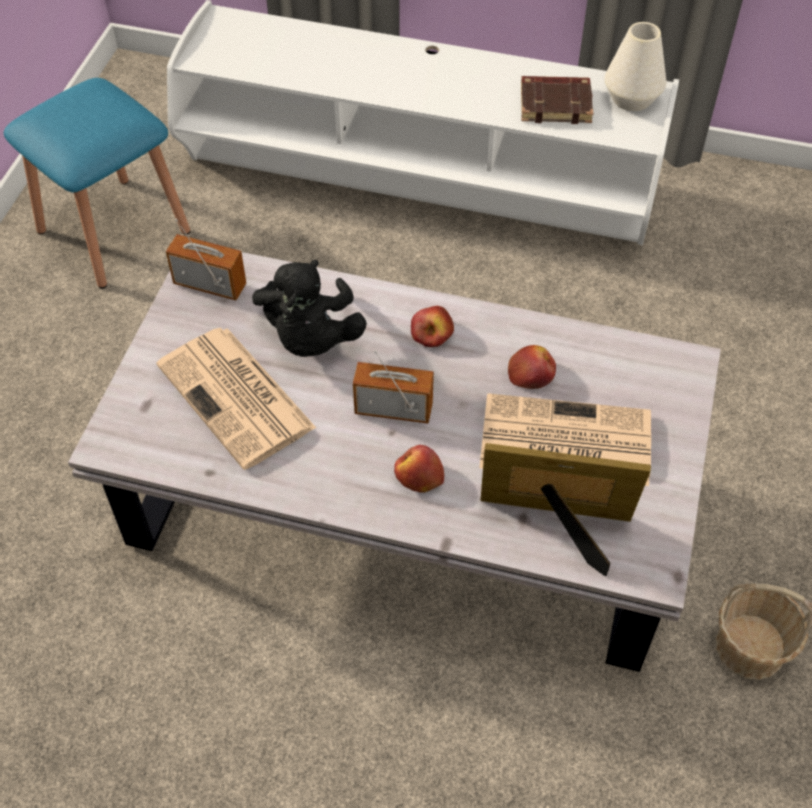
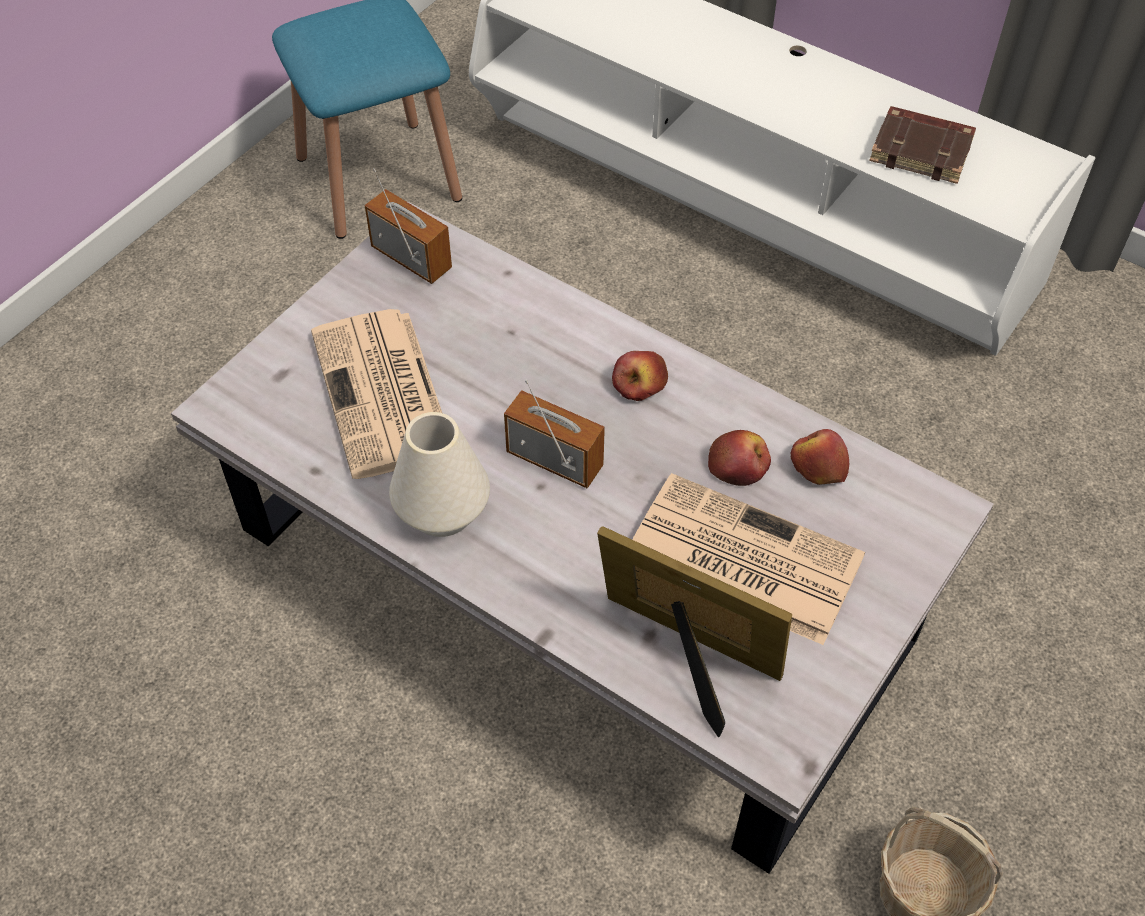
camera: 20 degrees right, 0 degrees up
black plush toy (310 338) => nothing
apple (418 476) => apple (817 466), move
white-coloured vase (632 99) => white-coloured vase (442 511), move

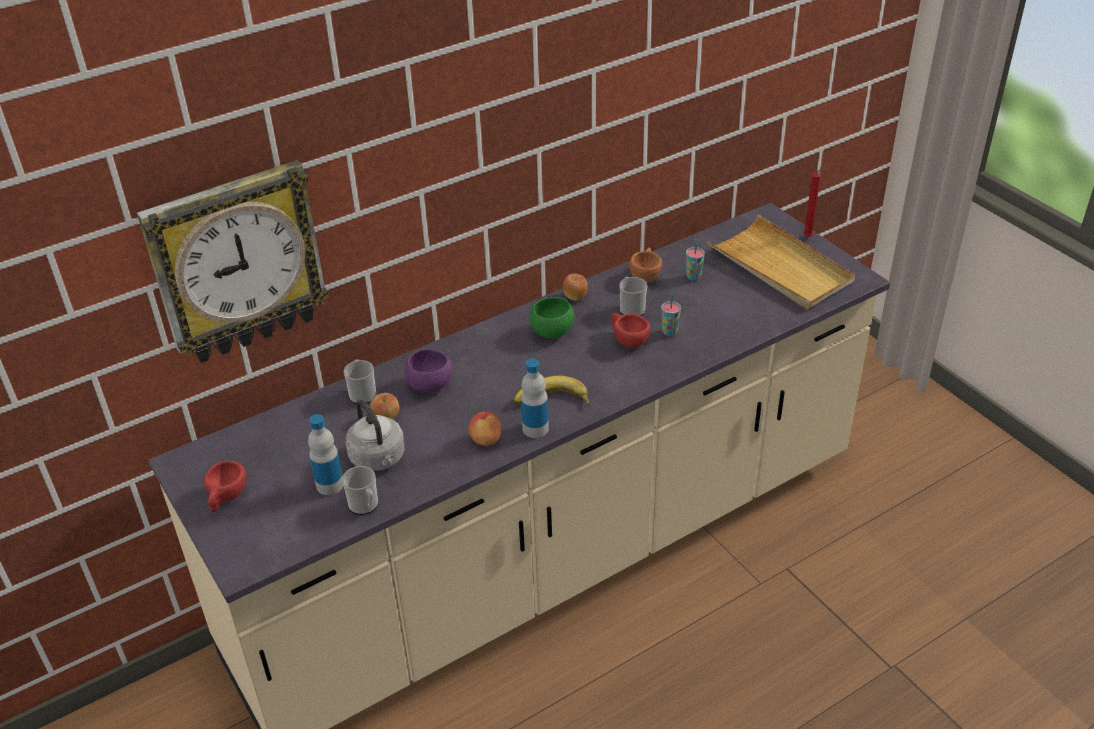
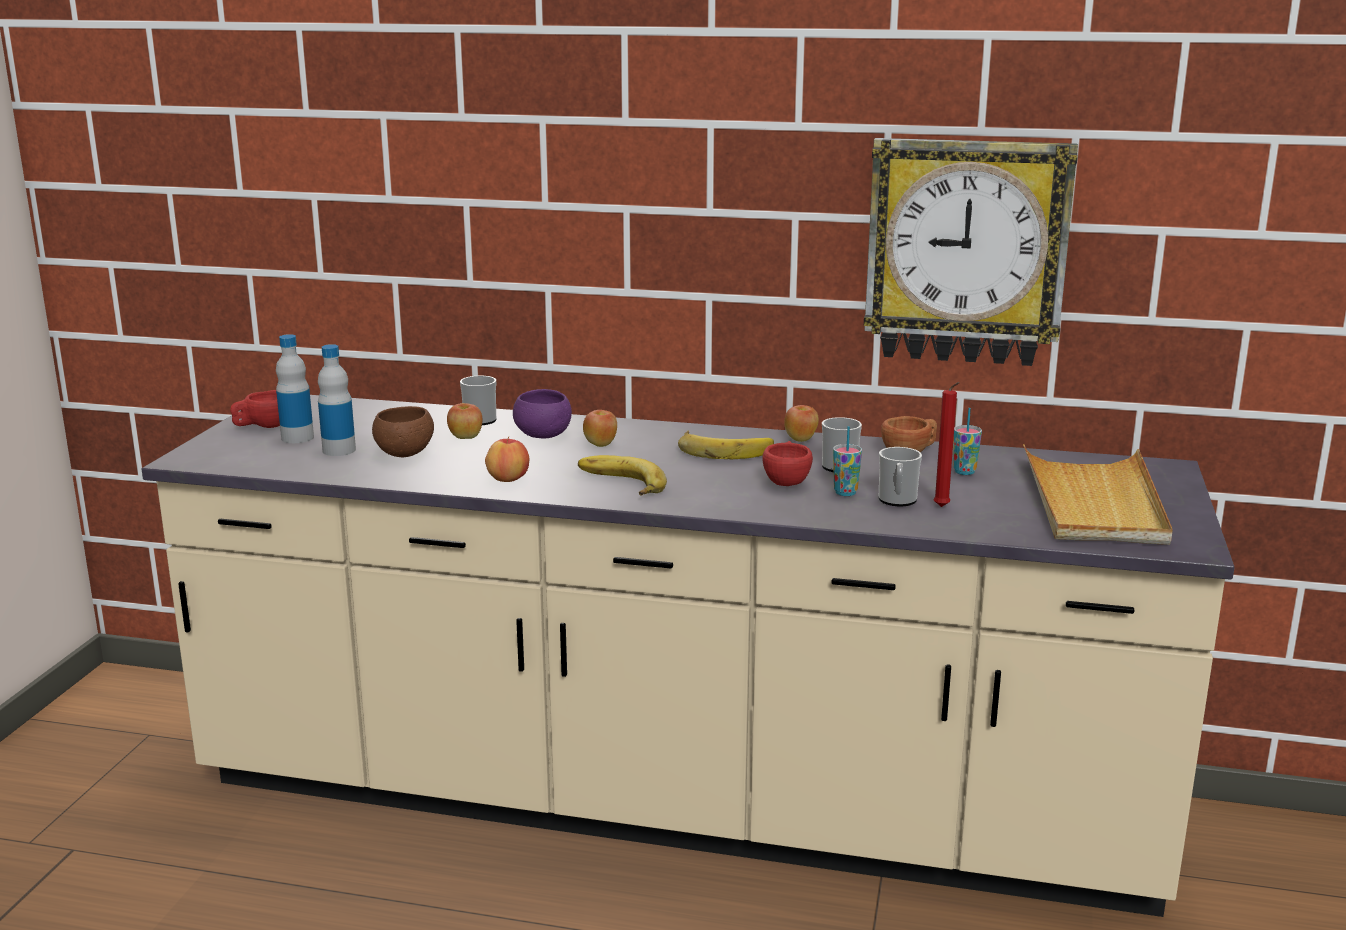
camera: 45 degrees right, 20 degrees down
nothing => apple (601 444)
wall clock (237 263) => wall clock (966 251), move
mug (365 506) => mug (897 501), move
beverage bottle (535 428) => beverage bottle (297 438), move
red wax light (809 237) => red wax light (942 508), move
grey water kettle (379 459) => brown deep dish (404 454)
greenish deep dish (552 332) => banana fruit (725 449)

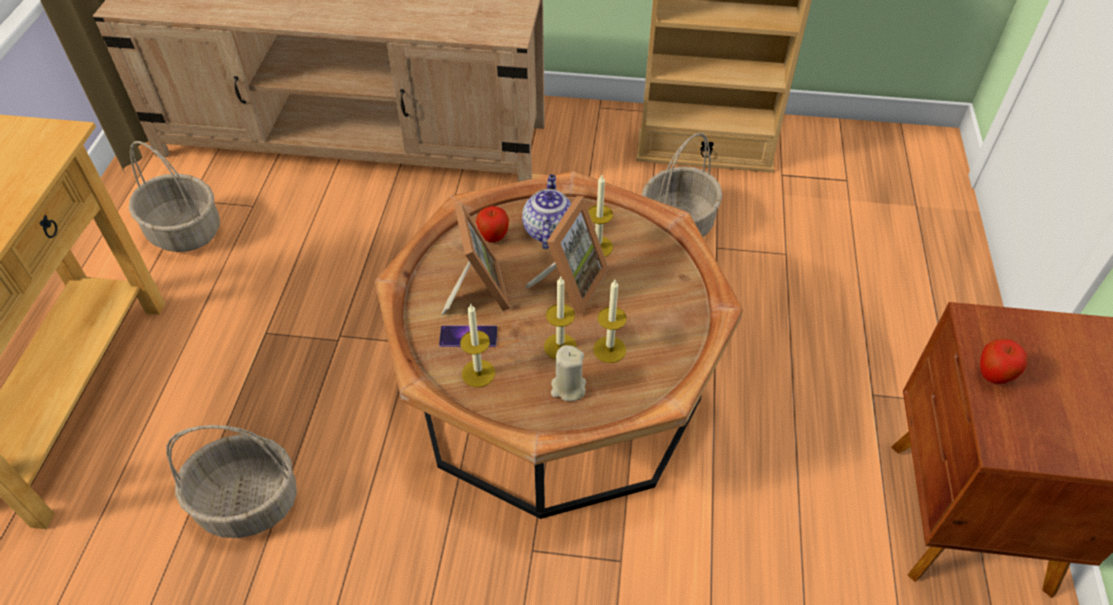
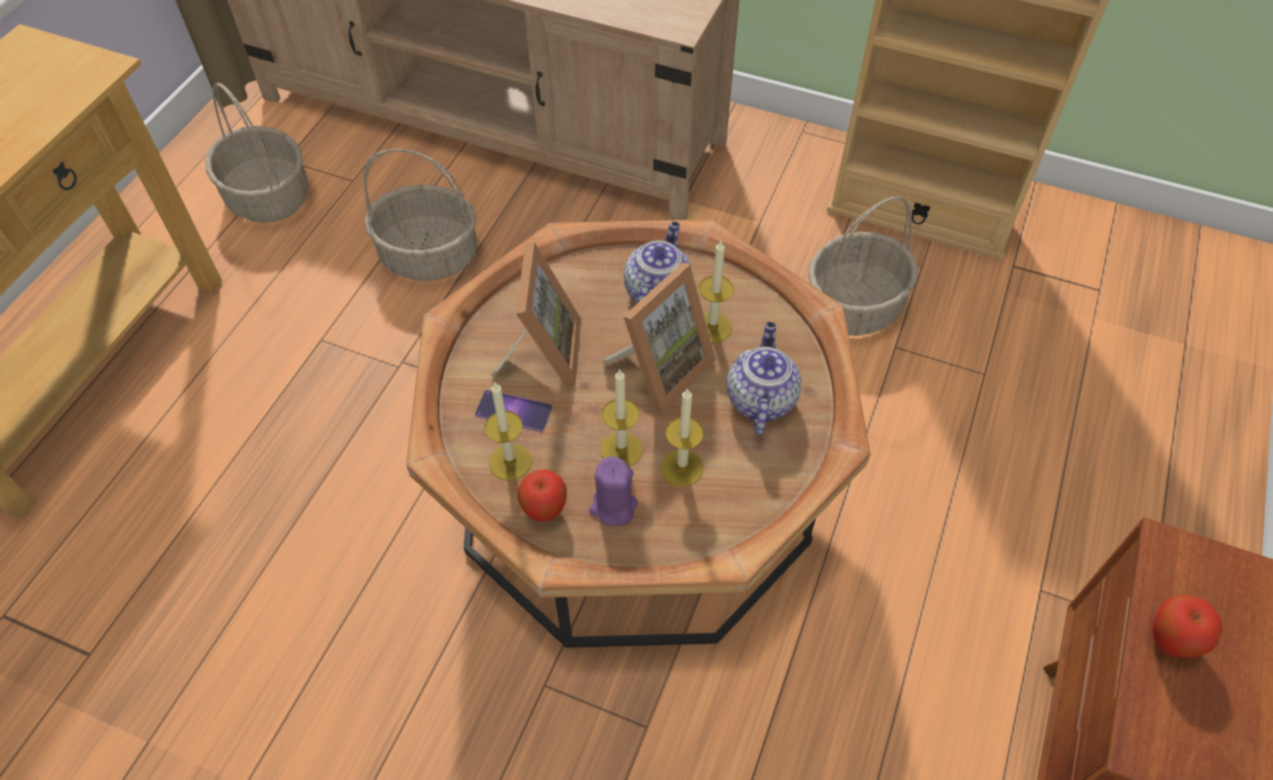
camera: 15 degrees right, 5 degrees up
nothing => tea pot (760 398)
basket (247 504) => basket (427 256), move
apple (493 238) => apple (544 510), move
sand-coloured wax light (568 388) => purplish wax light (613 507)

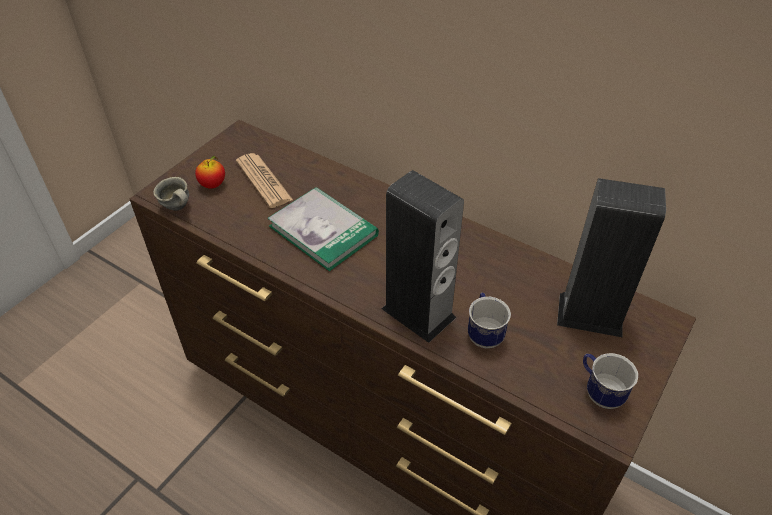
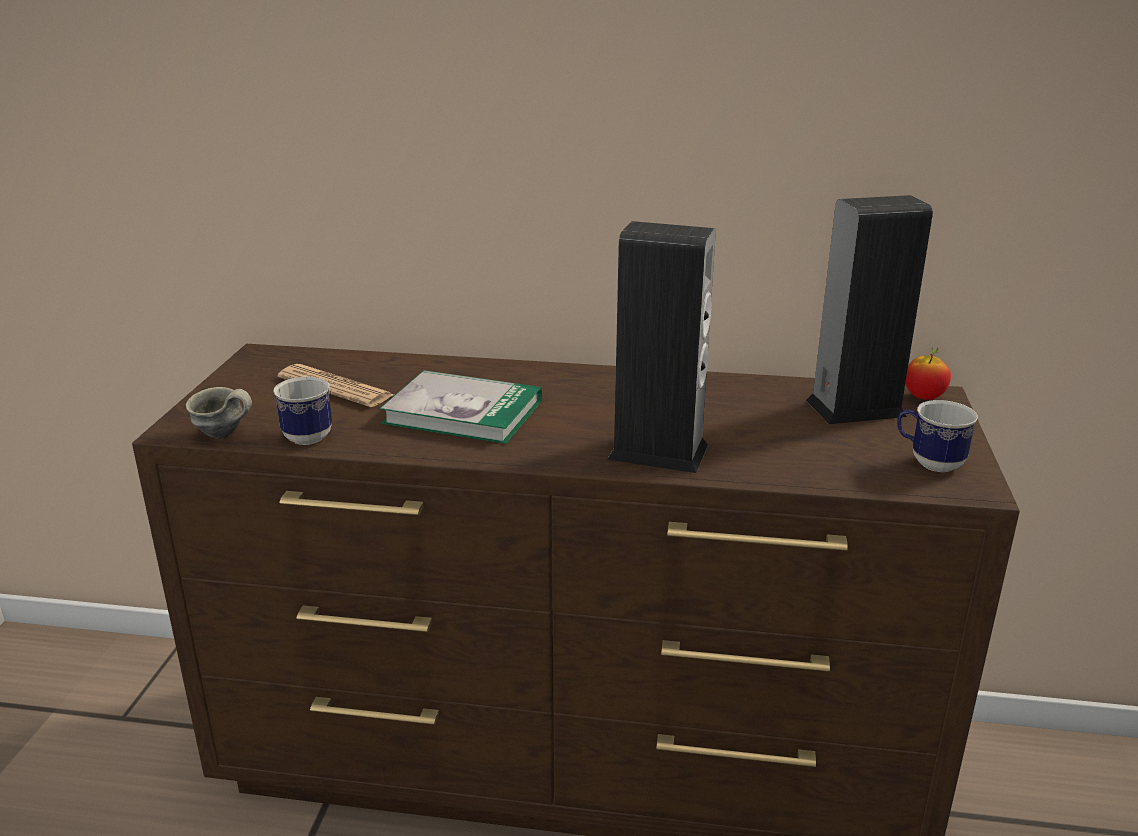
camera: 25 degrees left, 20 degrees down
apple (213 185) => apple (924 397), move
mug (484 333) => mug (305 434), move

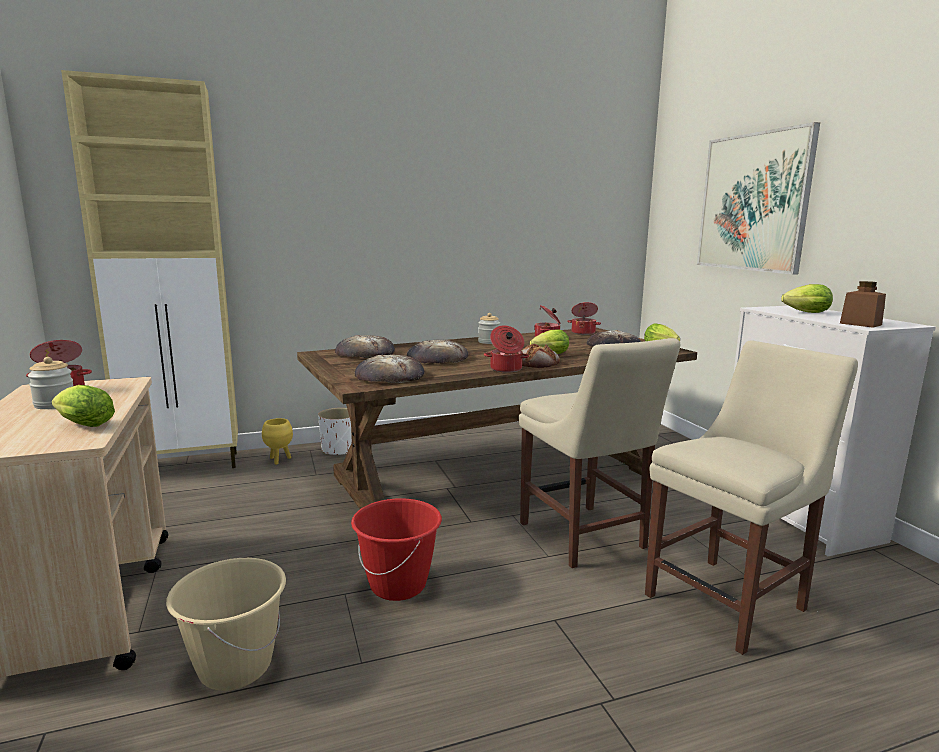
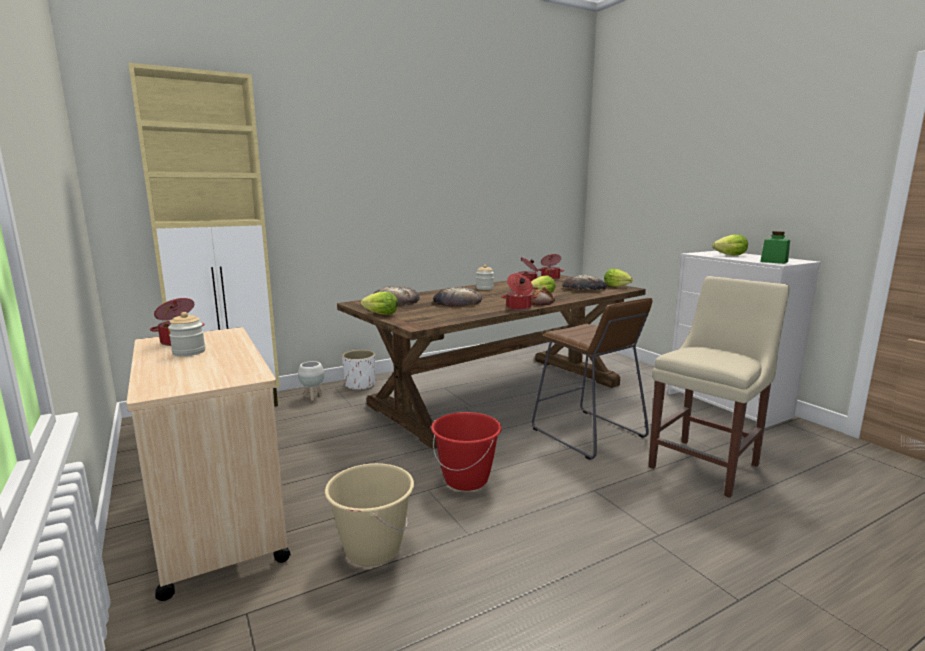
camera: 10 degrees left, 0 degrees up
bread (389 375) => nothing
wall picture (753 202) => nothing
head of lettuce (82 425) => head of lettuce (379 314), move
sand-coloured chair (584 538) => brown sitting stool (588 433)
yellow plant pot (279 460) => white-coloured plant pot (312 397)
brown jar (860 324) => greenish jar (774 262)

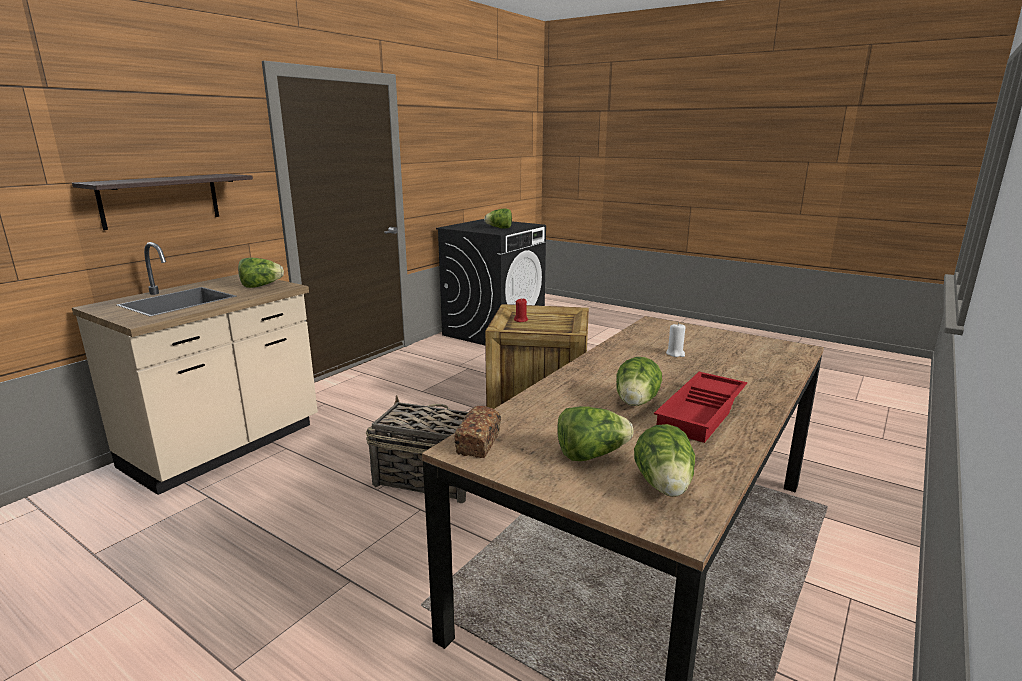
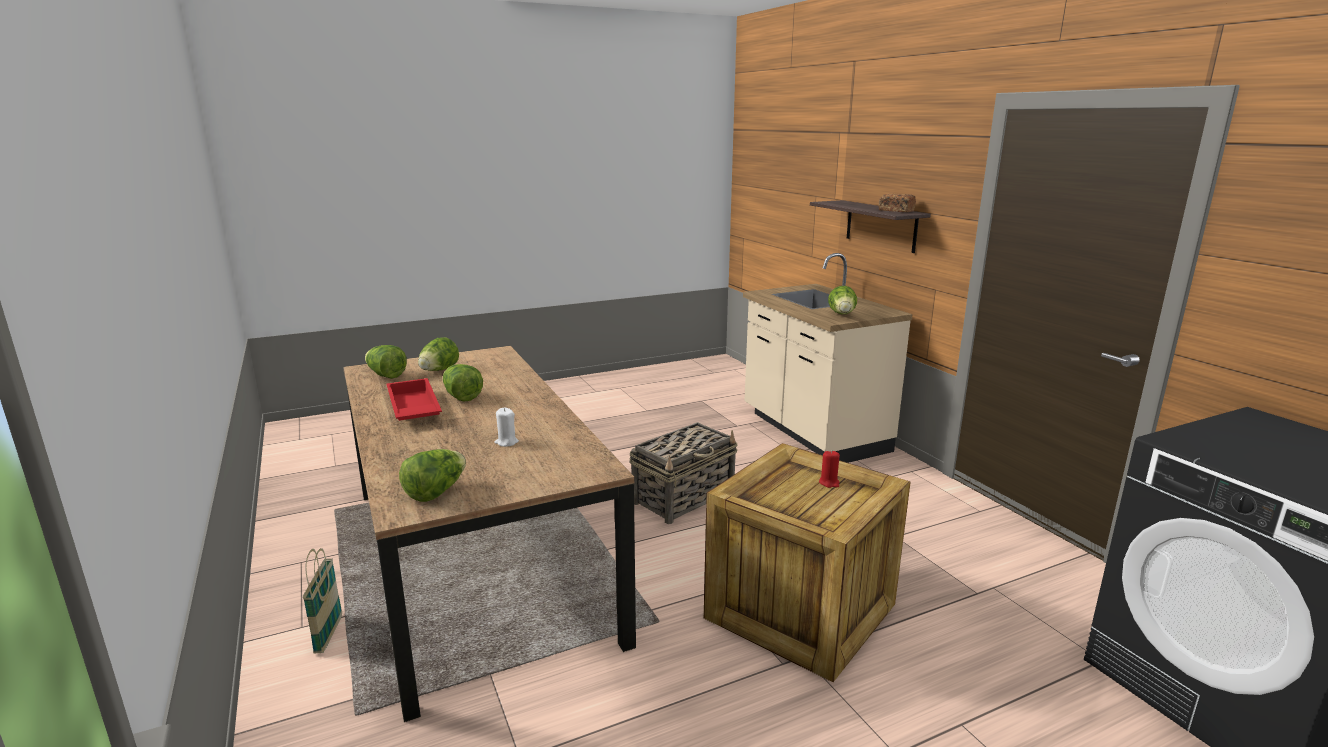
camera: 120 degrees right, 0 degrees up
nothing => basket (329 635)
bread (479 443) => bread (896 211), move
head of lettuce (499 228) => head of lettuce (436 492), move

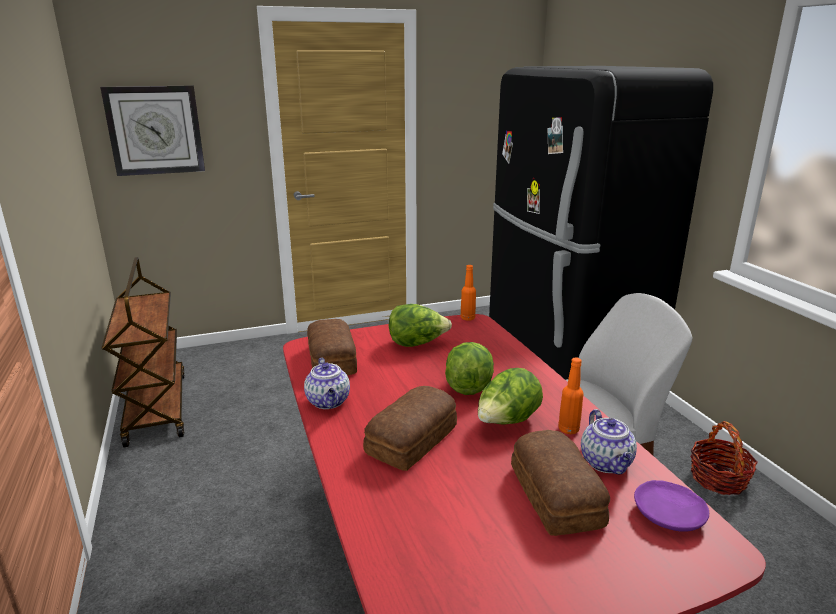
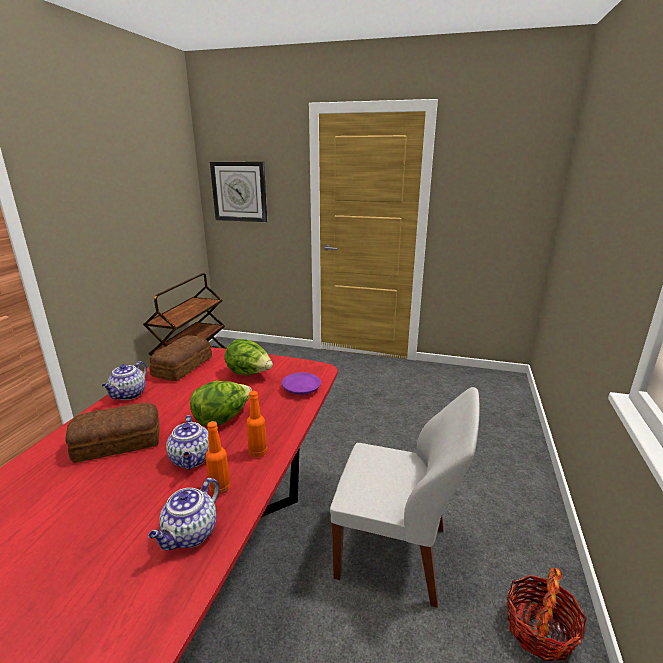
camera: 35 degrees right, 0 degrees up
black fridge (561 374) => nothing
bread (557 494) => nothing
orange-coloured beverage bottle (467 318) => orange-coloured beverage bottle (258 452), move
purplish dinner plate (669 515) => purplish dinner plate (302 389), move
head of lettuce (507 422) => tea pot (192 459)

